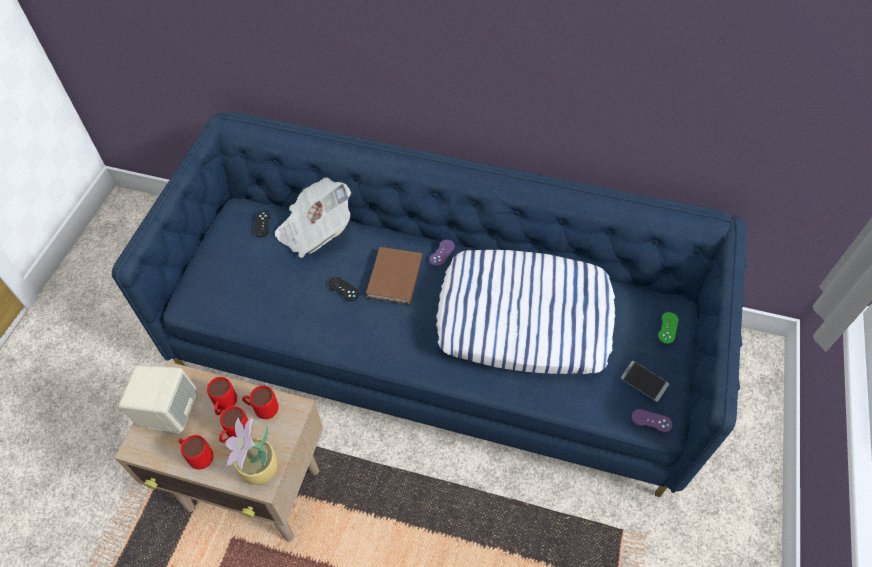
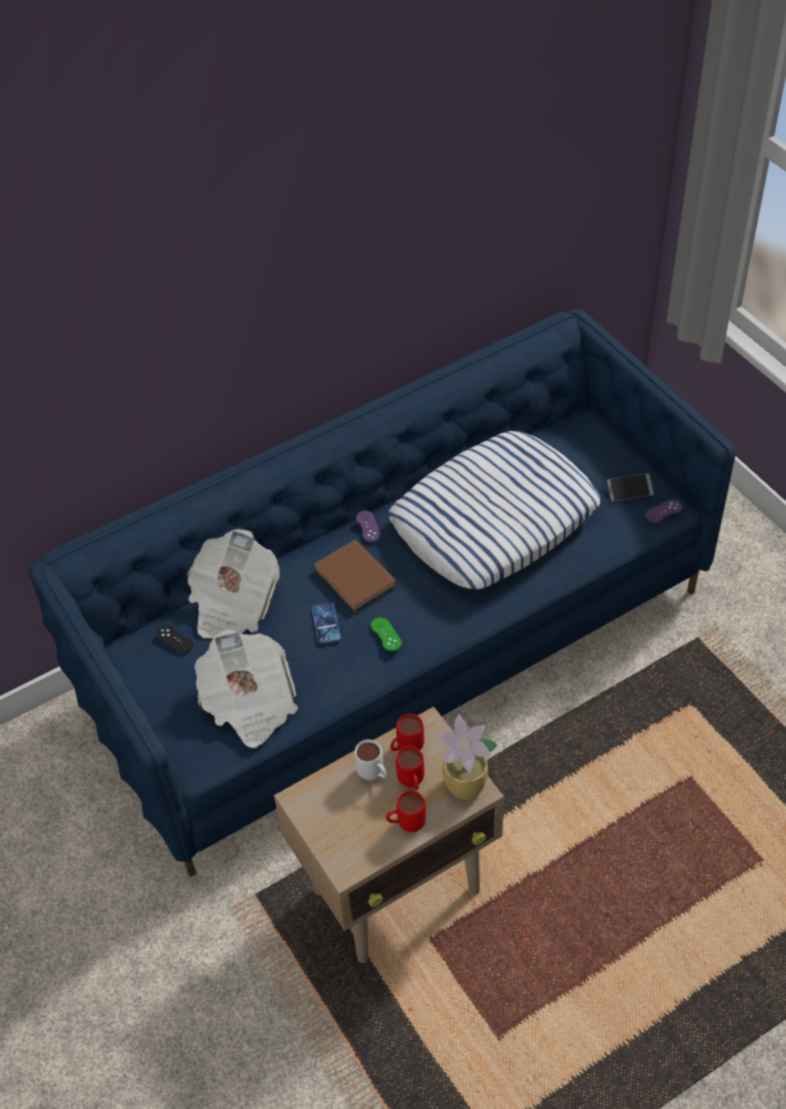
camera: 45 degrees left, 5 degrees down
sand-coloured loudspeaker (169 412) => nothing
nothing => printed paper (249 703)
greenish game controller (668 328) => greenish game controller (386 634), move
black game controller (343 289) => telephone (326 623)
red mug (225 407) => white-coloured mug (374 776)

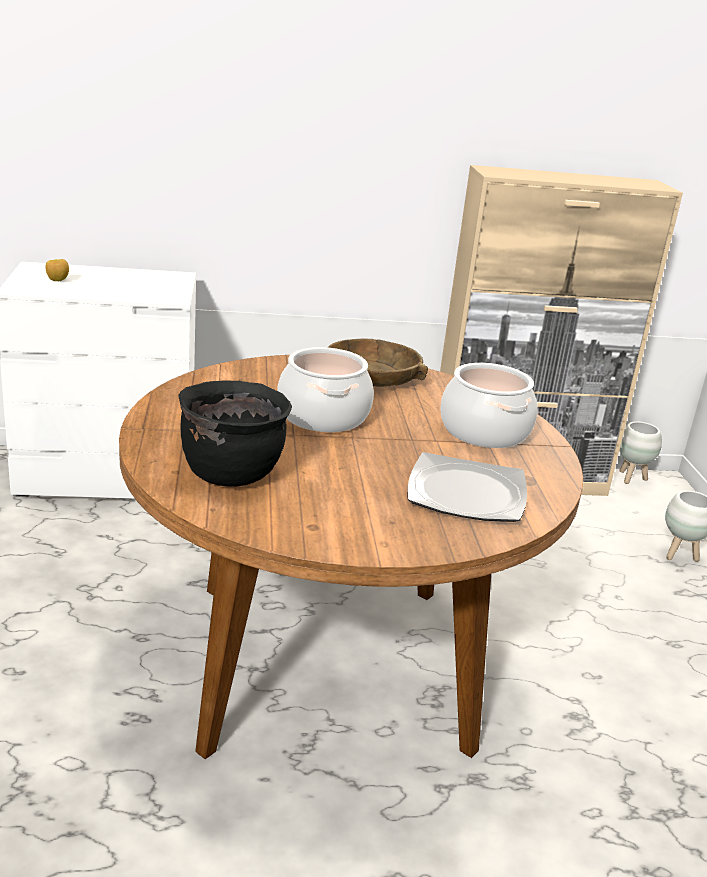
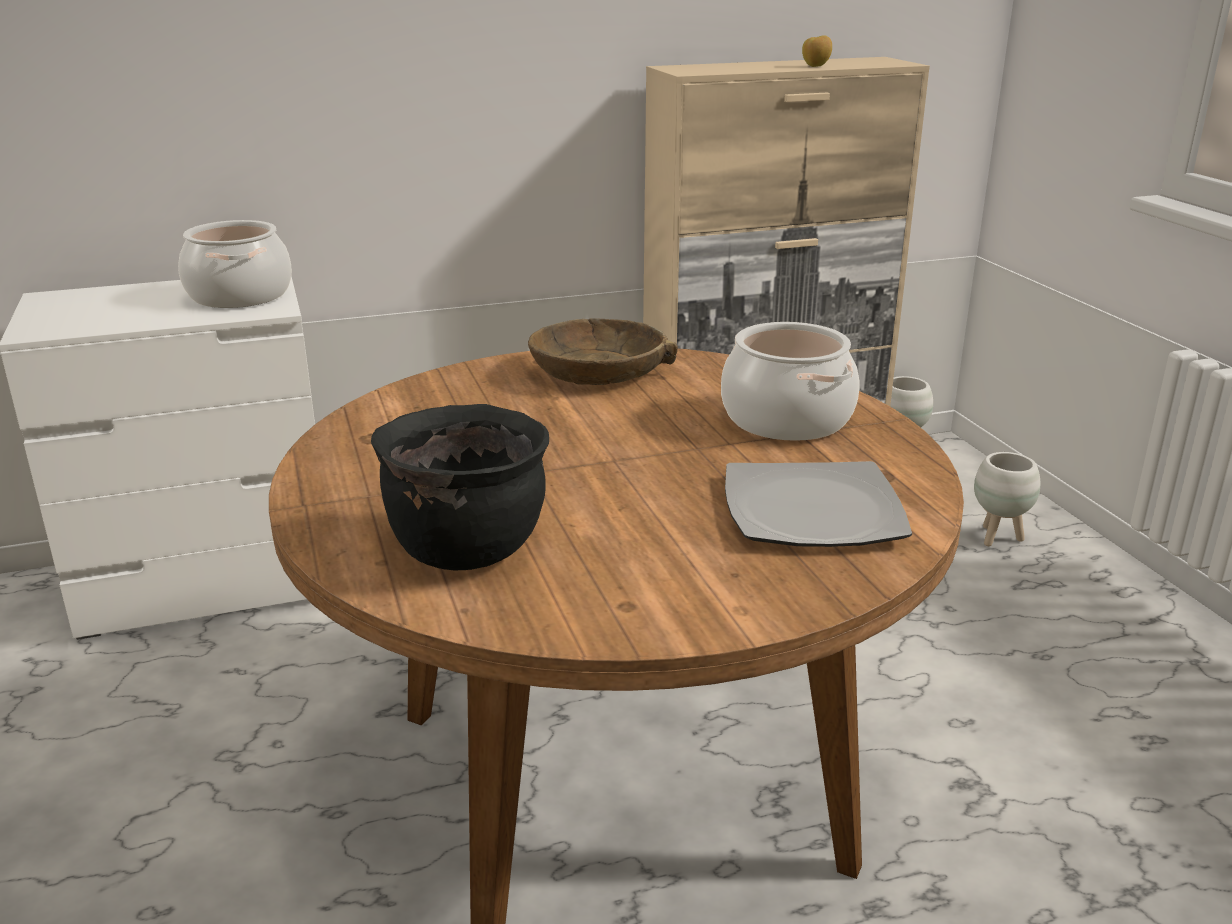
camera: 10 degrees left, 0 degrees up
apple (57 280) => apple (815 66), move
cooking pot (322 416) => cooking pot (239 295), move

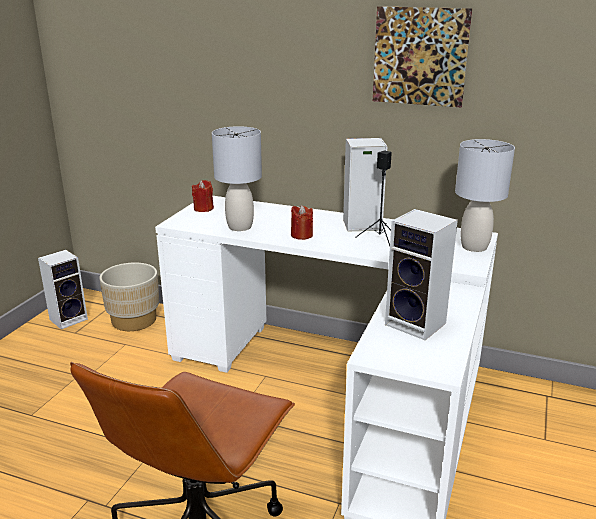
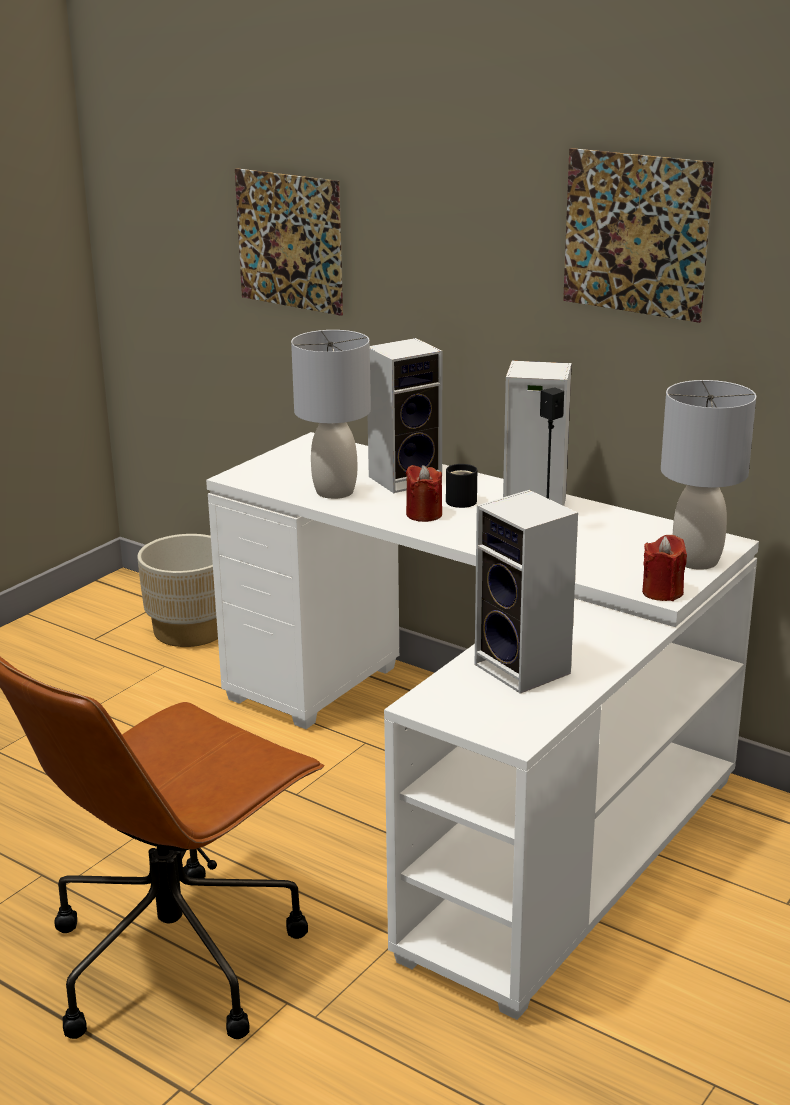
camera: 15 degrees right, 0 degrees up
nothing => wall picture (289 241)
nothing => black mug (461 500)
loudspeaker (69 318) => loudspeaker (406 478), move
red wax light (203 208) => red wax light (662 592), move

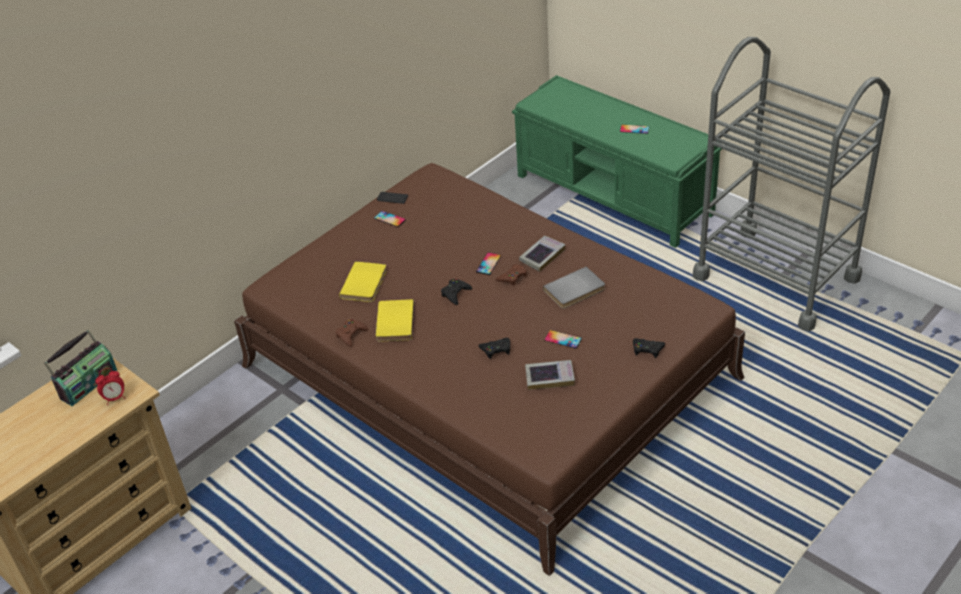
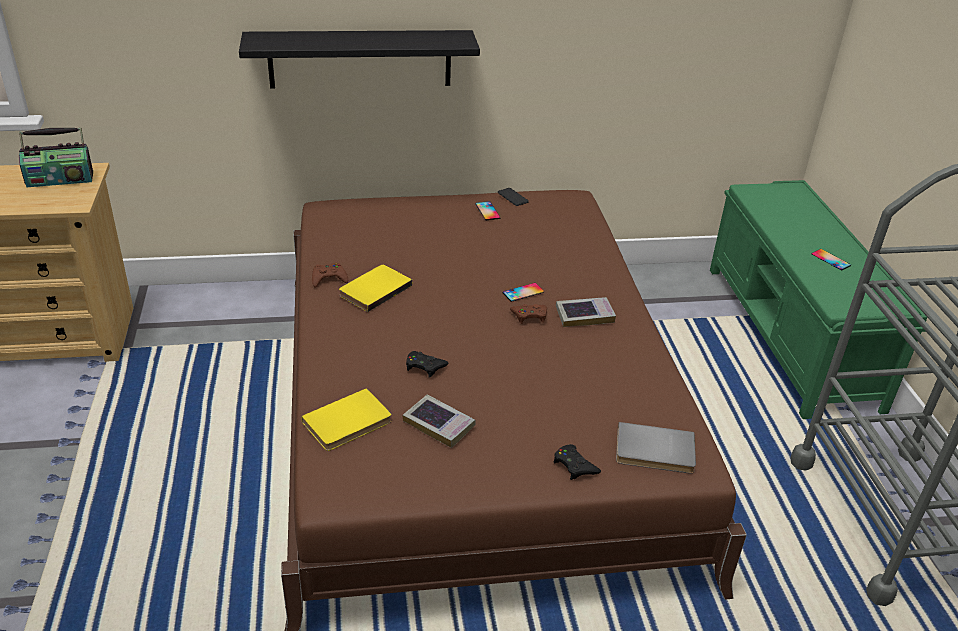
camera: 35 degrees right, 5 degrees down
bedside clock (115 398) => nothing
black game controller (455 294) => nothing
telephone (563 339) => nothing
nothing => black wall shelf (360 59)
yellow bound book (365 284) => yellow bound book (349 423), move
grey bound book (575 290) => grey bound book (655 452), move

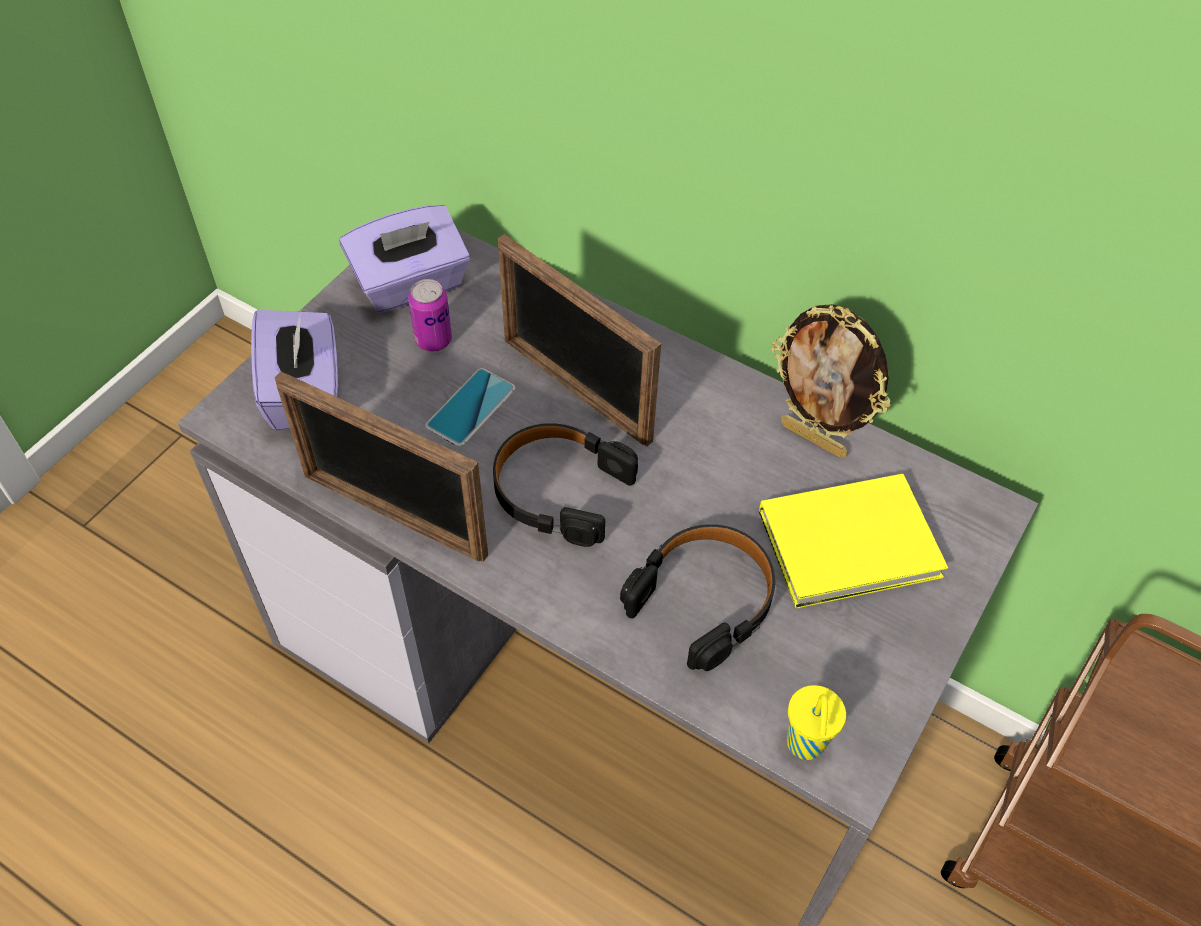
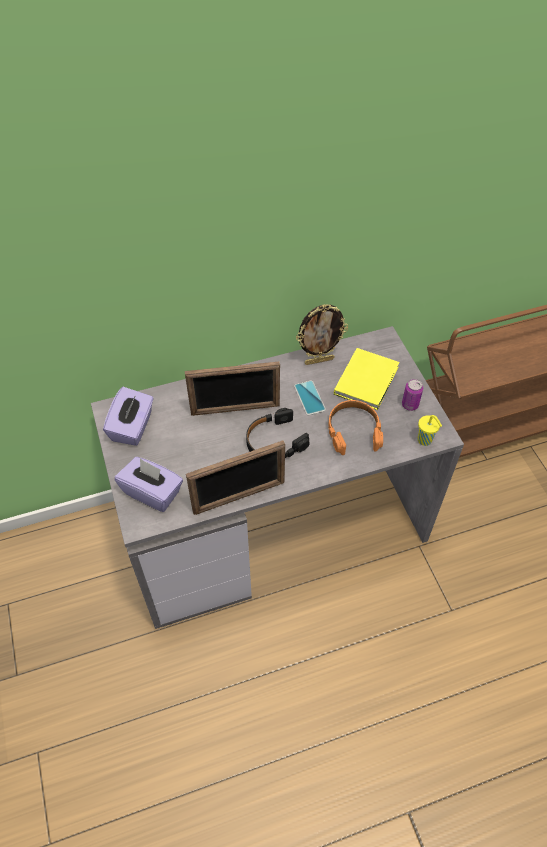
camera: 50 degrees left, 0 degrees up
metal can (433 340) => metal can (410 405), move
telephone (471 408) => telephone (309 398), move
black headphones (704 599) => orange-coloured headphones (353 431)

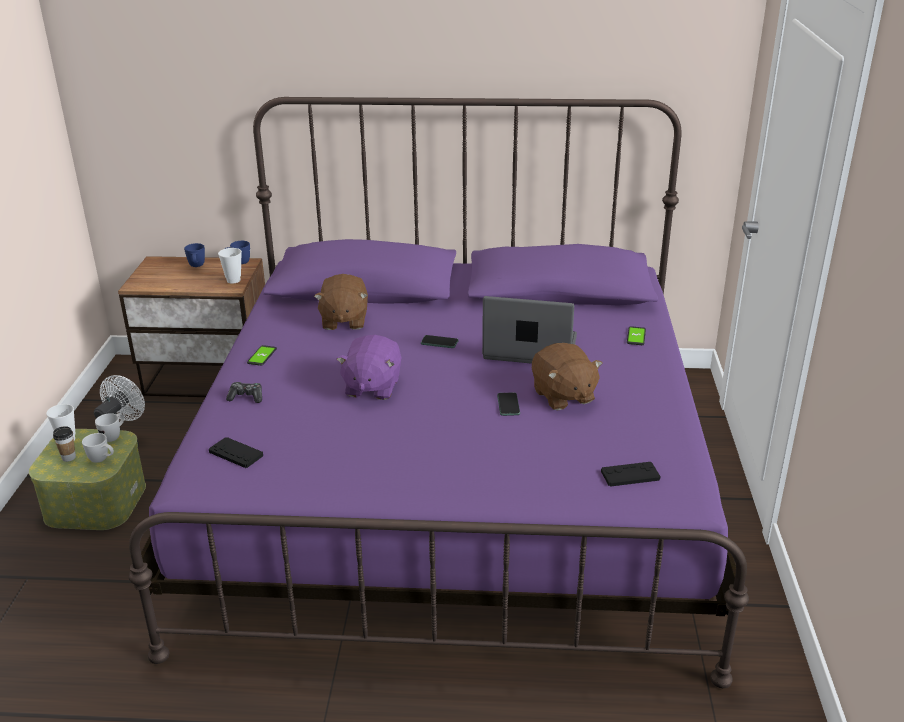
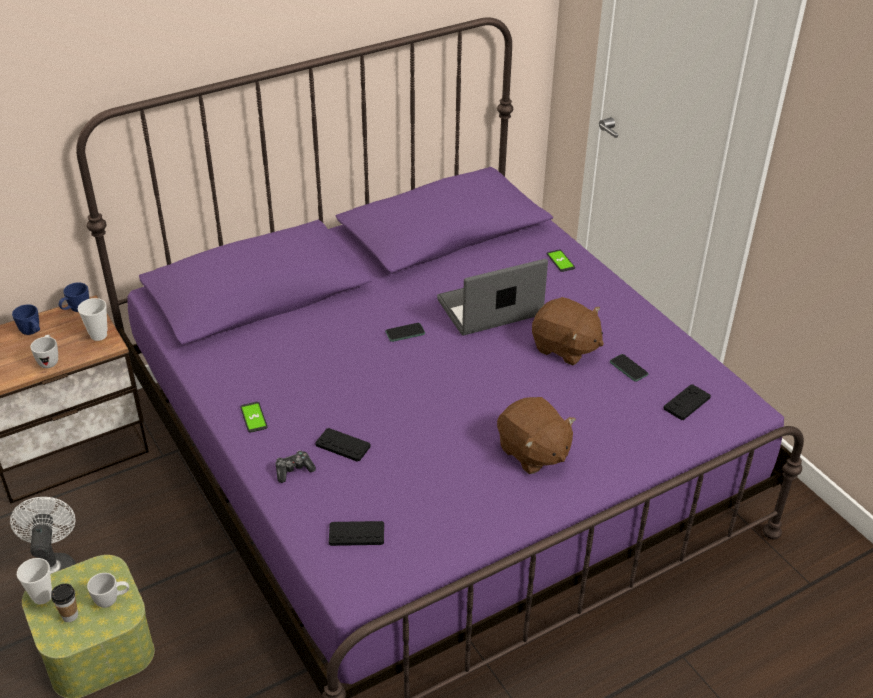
camera: 35 degrees left, 10 degrees up
purplish plush toy (372 387) => nothing
nothing => black game controller (343 445)
white-coloured mug (114 436) => white-coloured mug (49 360), move
brown plush toy (343 321) => brown plush toy (533 452), move
telephone (508 405) => telephone (628 368), move

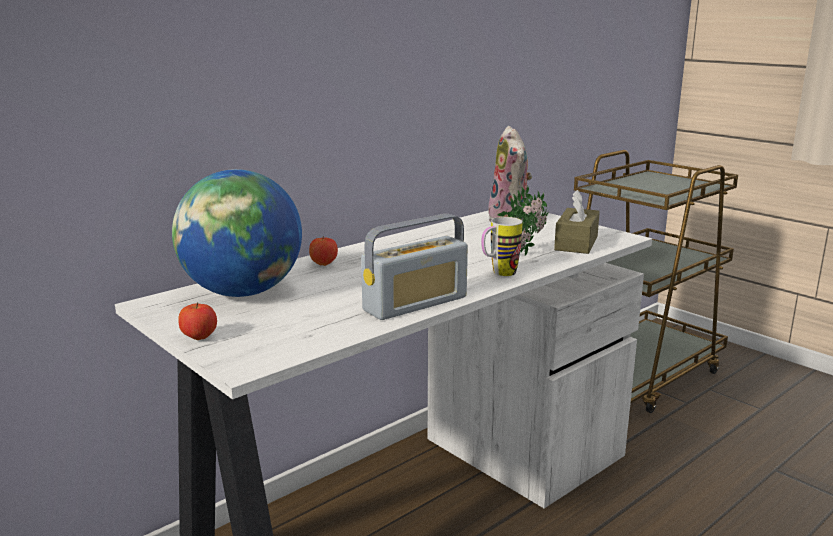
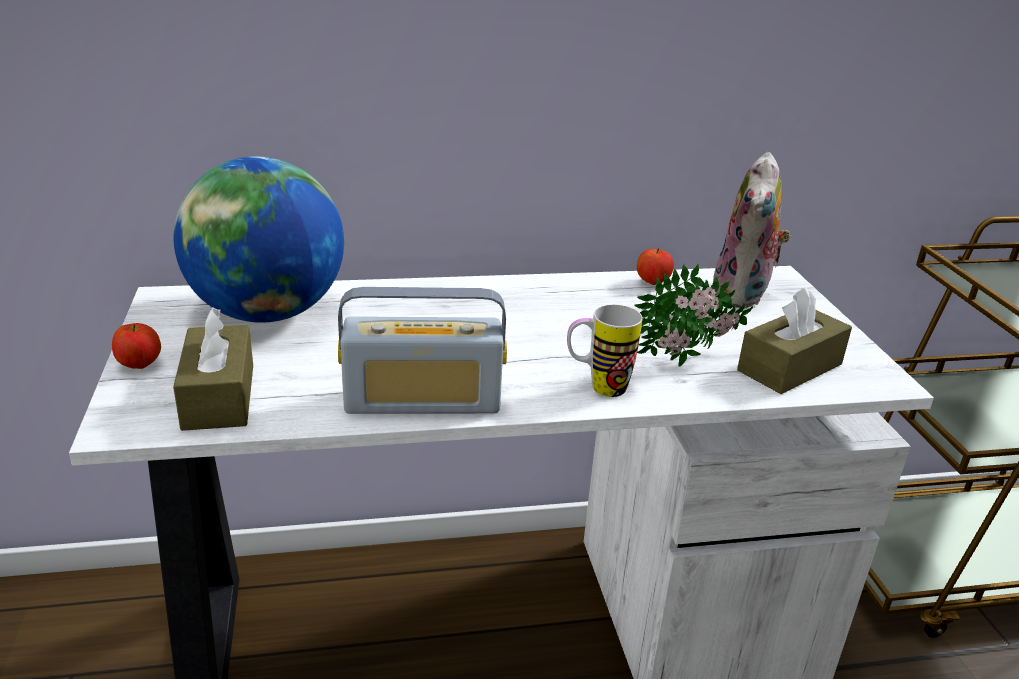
camera: 30 degrees right, 10 degrees up
nothing => brown tissue holder (219 396)
apple (323 264) => apple (652 282), move

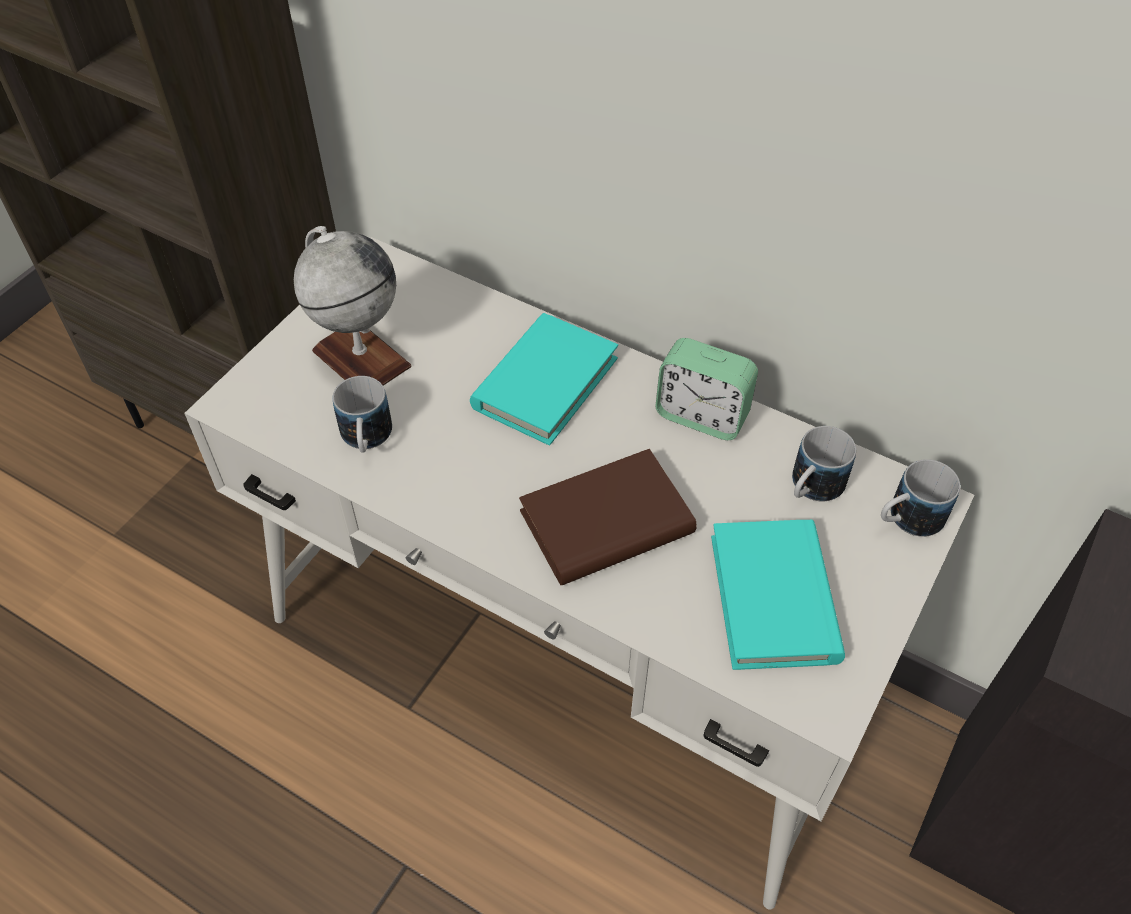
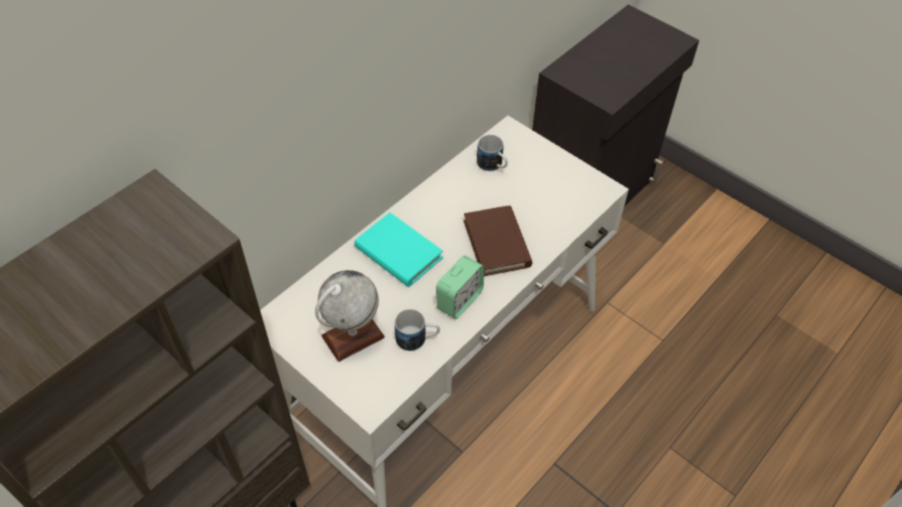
camera: 80 degrees left, 0 degrees up
turquoise bound book (774 598) => nothing
mug (906 520) => nothing
bedside clock (702 415) => bedside clock (459 300), move

